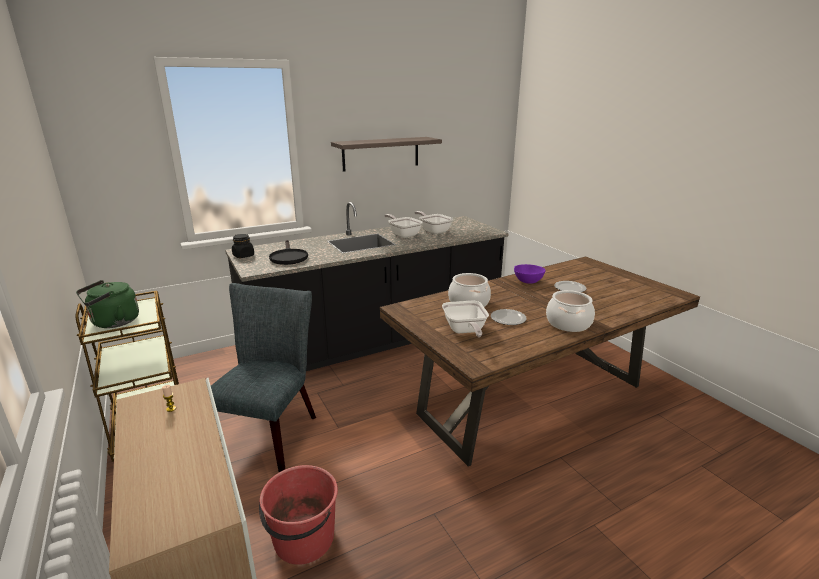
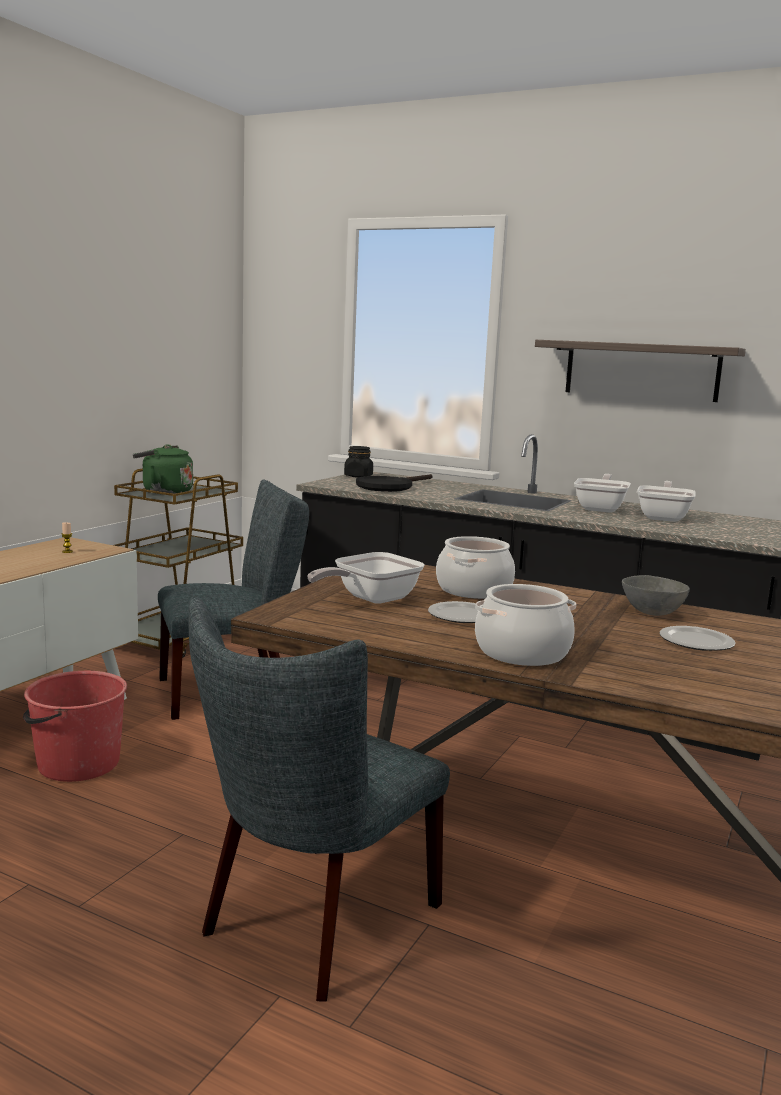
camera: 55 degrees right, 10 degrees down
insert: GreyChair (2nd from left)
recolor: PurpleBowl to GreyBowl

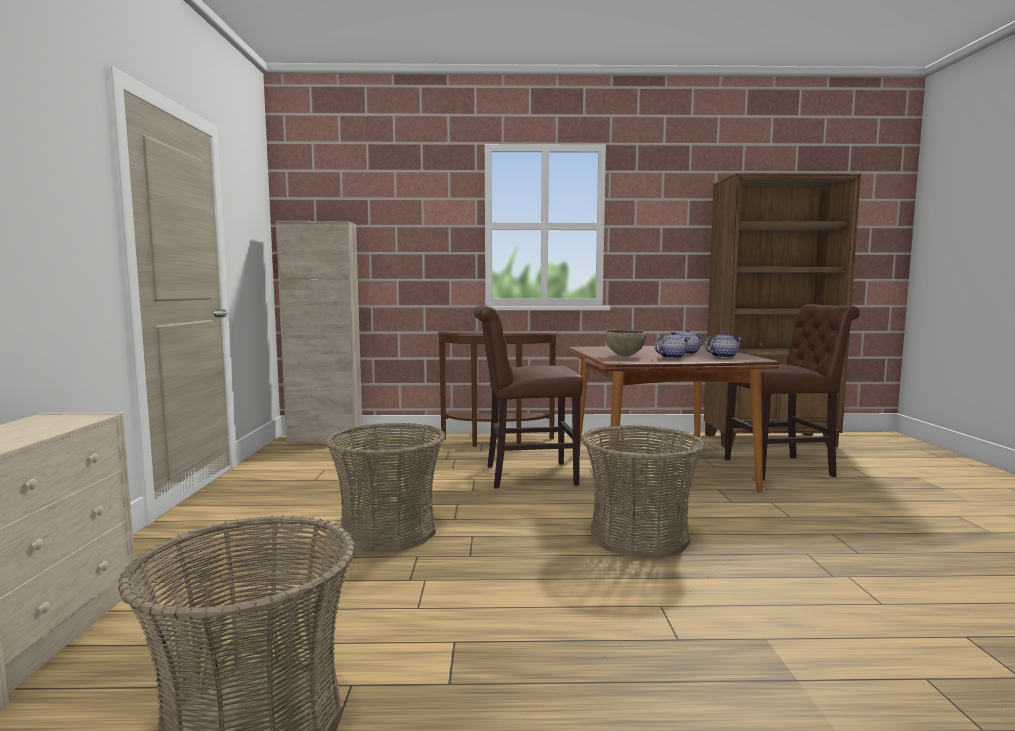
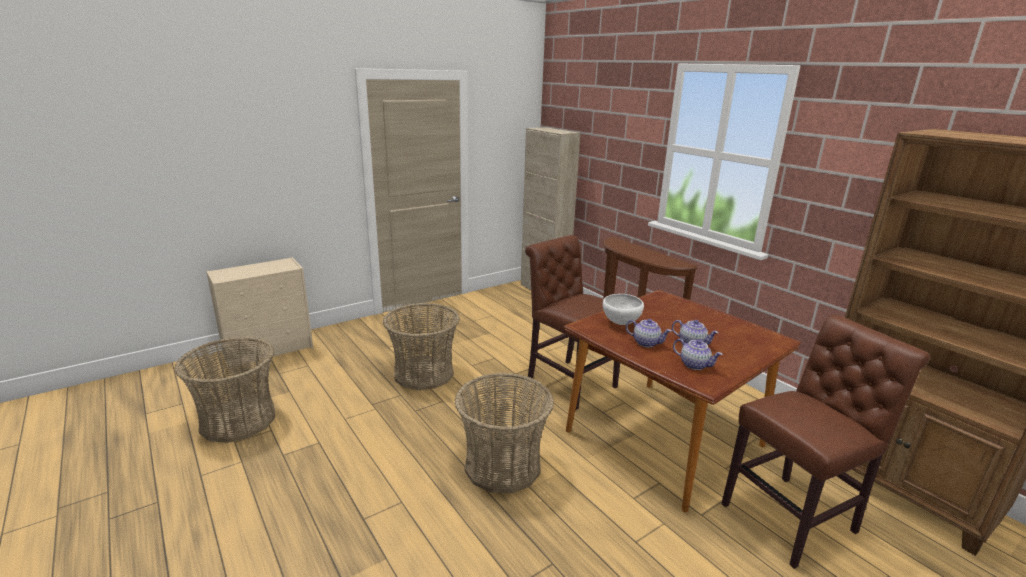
camera: 55 degrees right, 15 degrees up
recolor: BrownBowl to WhiteBowl
rotate: BrownChair (2nd from left) 75 degrees counterclockwise

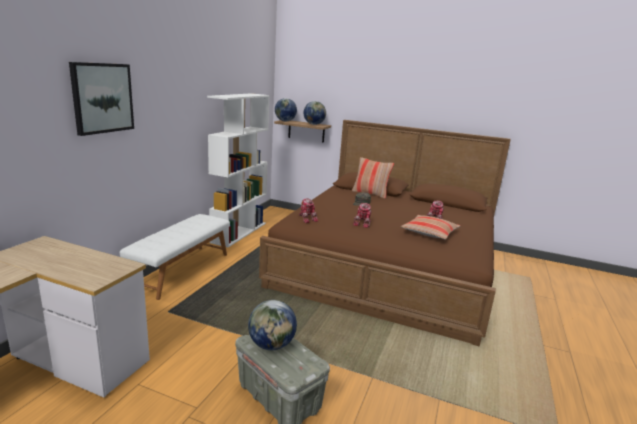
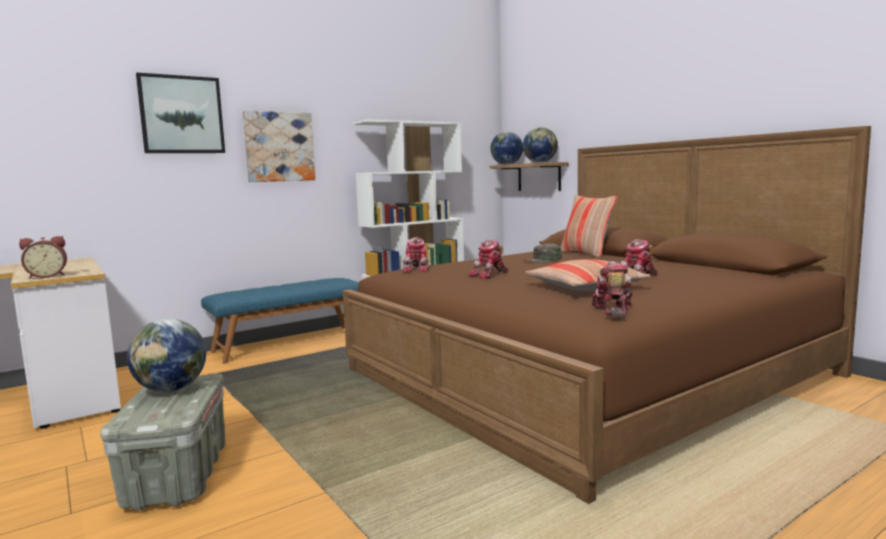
camera: 35 degrees right, 10 degrees down
insert: AlarmClock; Picture (2nd from left); ToyRobot (3rd from left)
recolor: WhiteBench to BlueBench

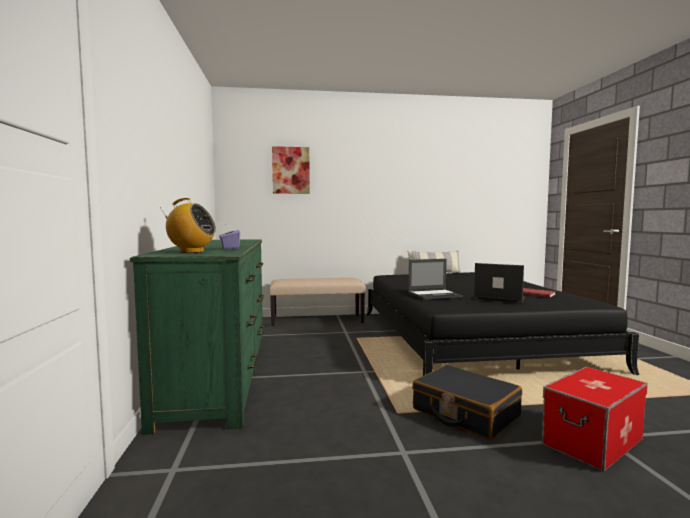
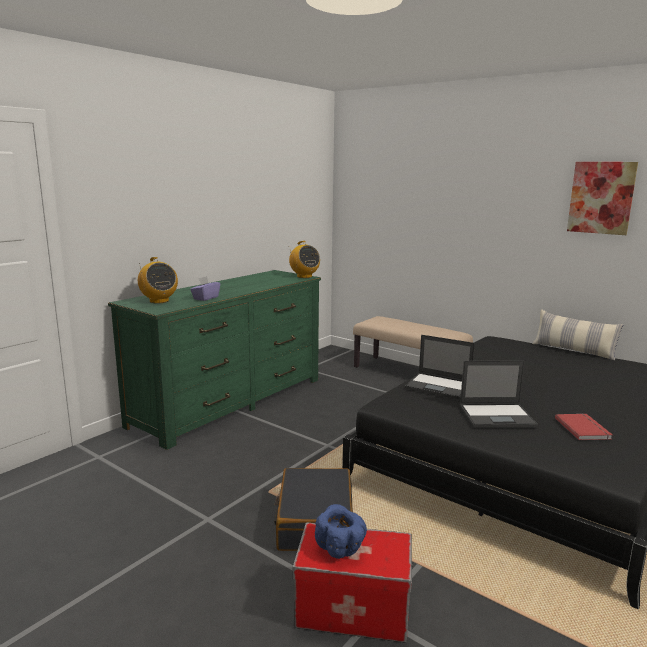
camera: 45 degrees right, 10 degrees up
insert: Radio (2nd from left); BlueBowl
move: Picture
rotate: Laptop (2nd from left) 105 degrees clockwise

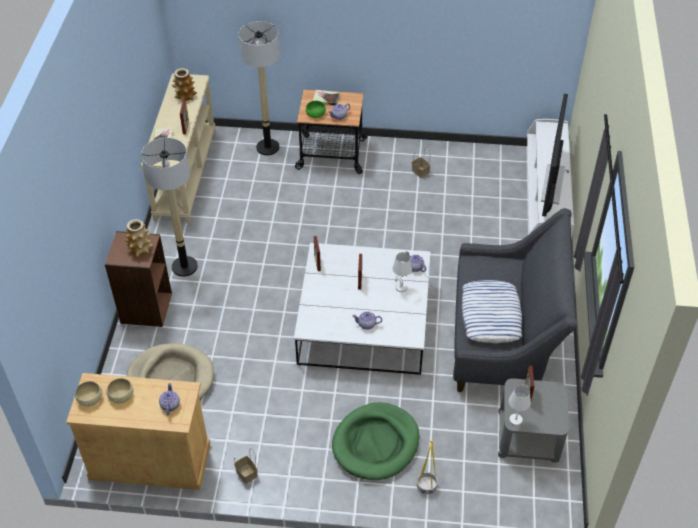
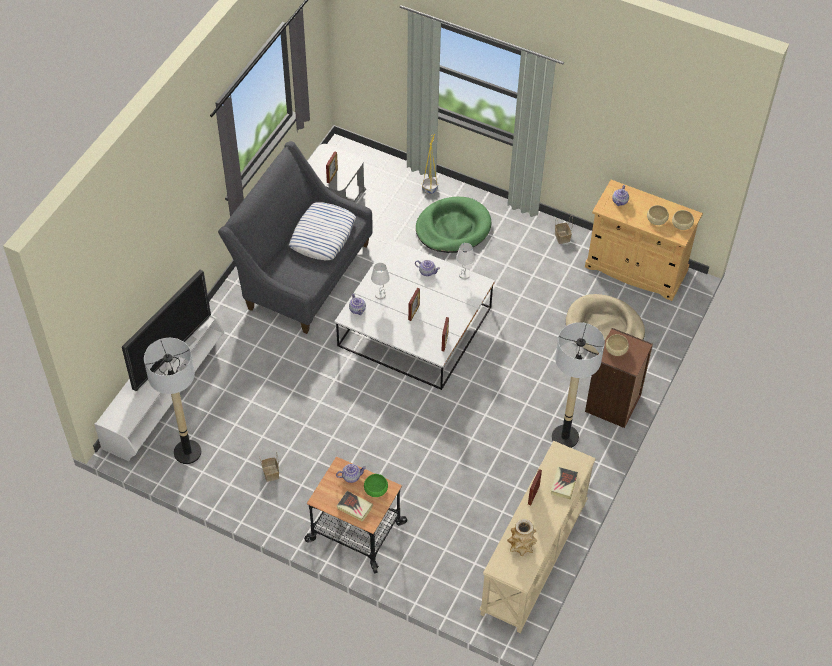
camera: 160 degrees left, 5 degrees up
move: FloorLamp (2nd from left in the first image) to FloorLamp (1st from left); WhiteTableLamp (2nd from left)
replace: Vase (1st from left) to BeigeBowl (1st from left)

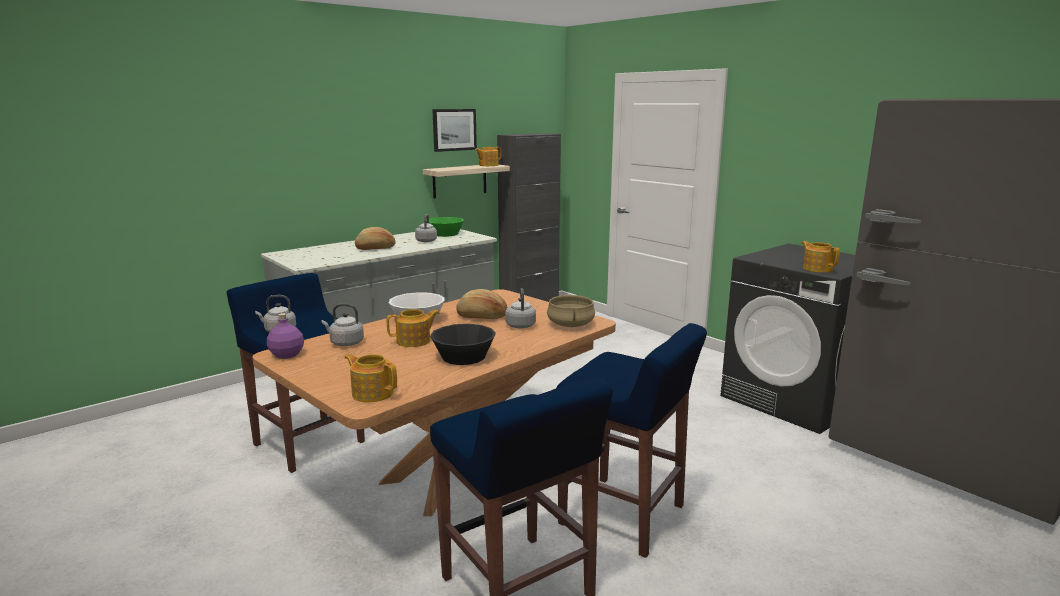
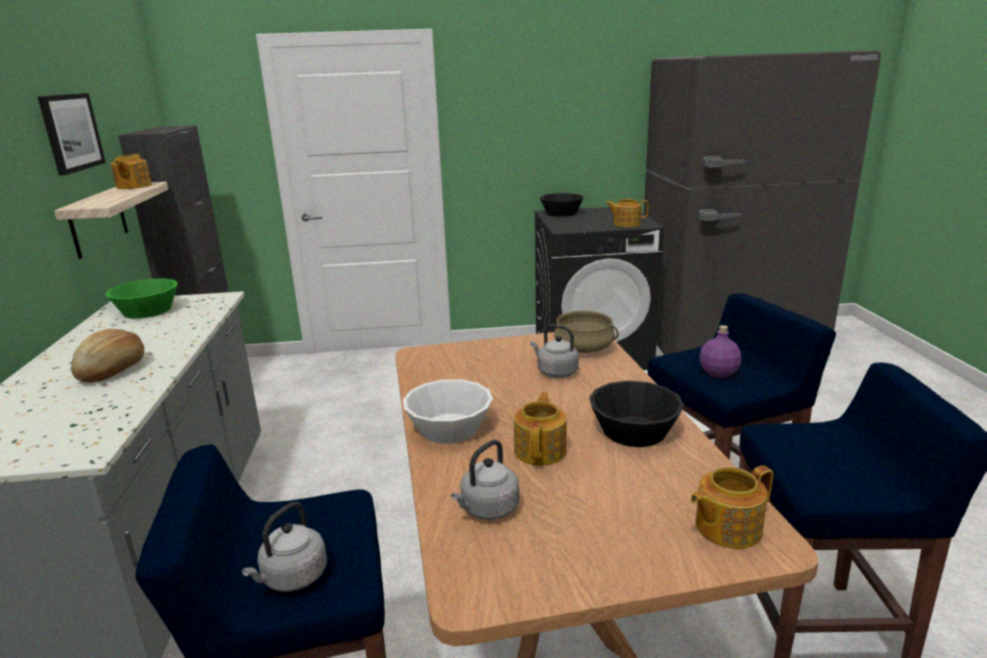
camera: 55 degrees left, 5 degrees up
delete: GreyKettle (3rd from left); Bread (2nd from left)
insert: BlackBowl (1st from left)
move: PurpleBottle

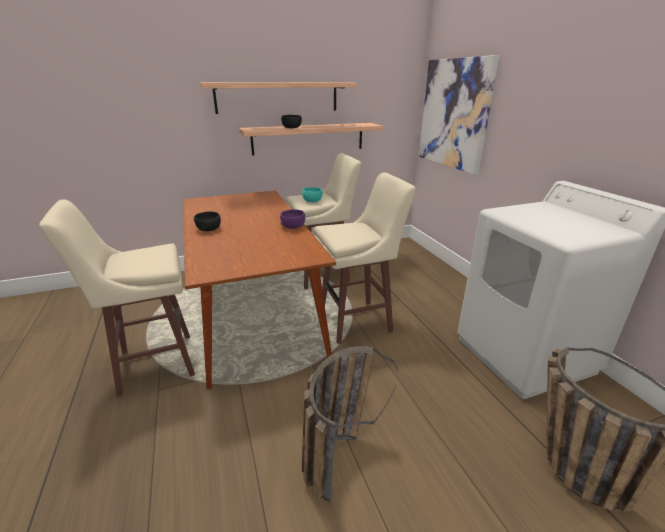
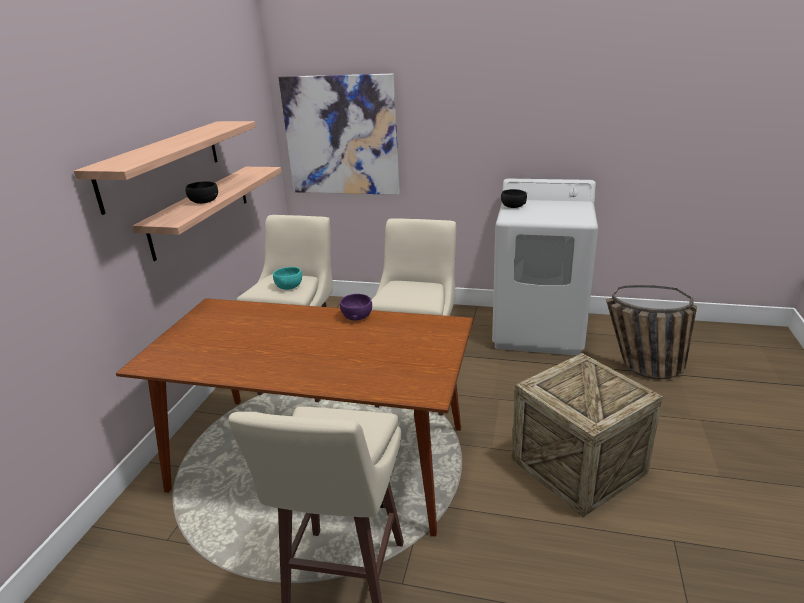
camera: 55 degrees left, 0 degrees up
move: BlackBowl (1st from left in the first image) to BlackBowl (2nd from left)
replace: Basket (1st from left) to Crate

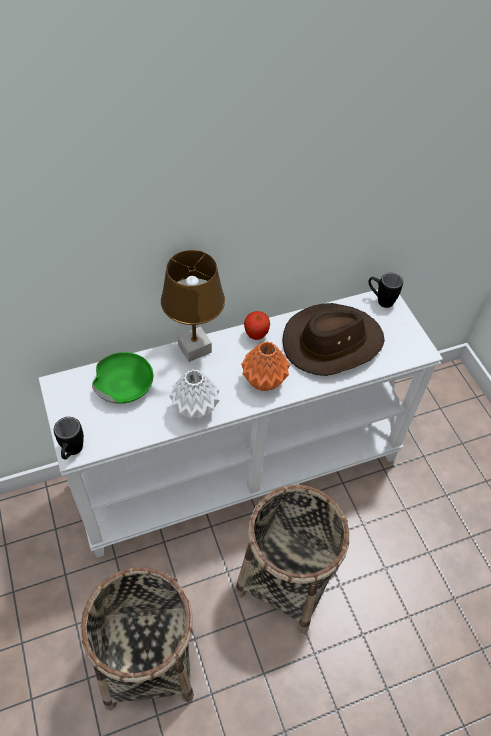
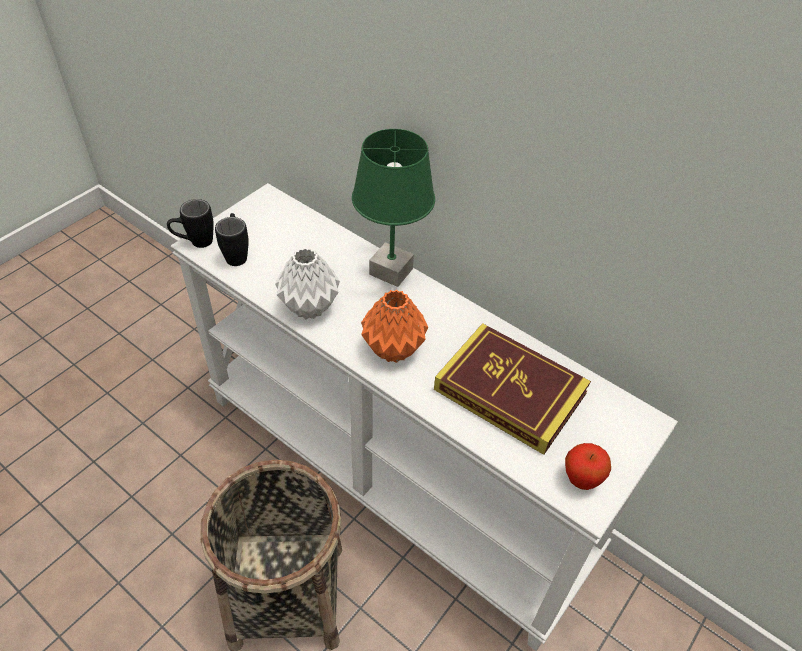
camera: 60 degrees right, 5 degrees down
delete: Basket (1st from left); GreenBowl
move: Apple; BlackMug (2nd from left)
replace: BrownHat to Book
recolor: BrownTableLamp to GreenTableLamp

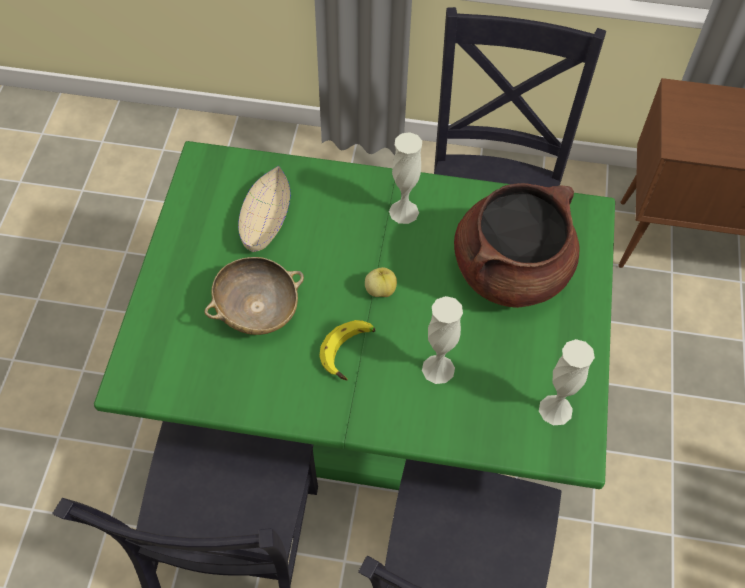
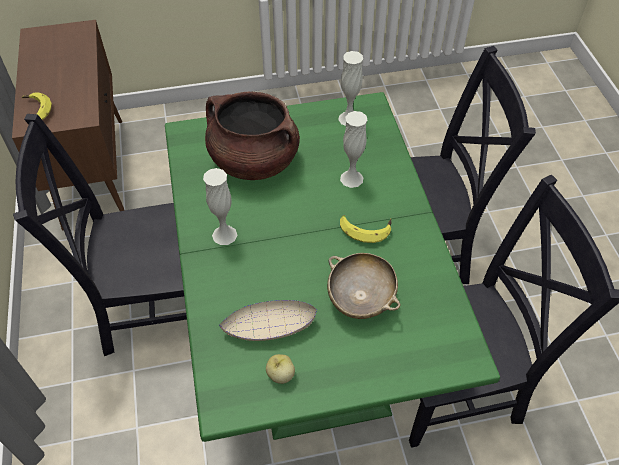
camera: 110 degrees left, 5 degrees down
insert: Banana (1st from left)
move: Apple

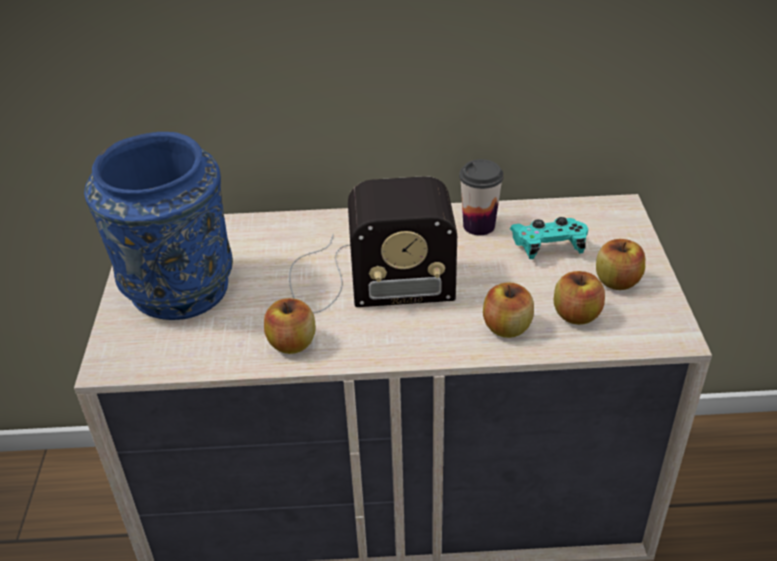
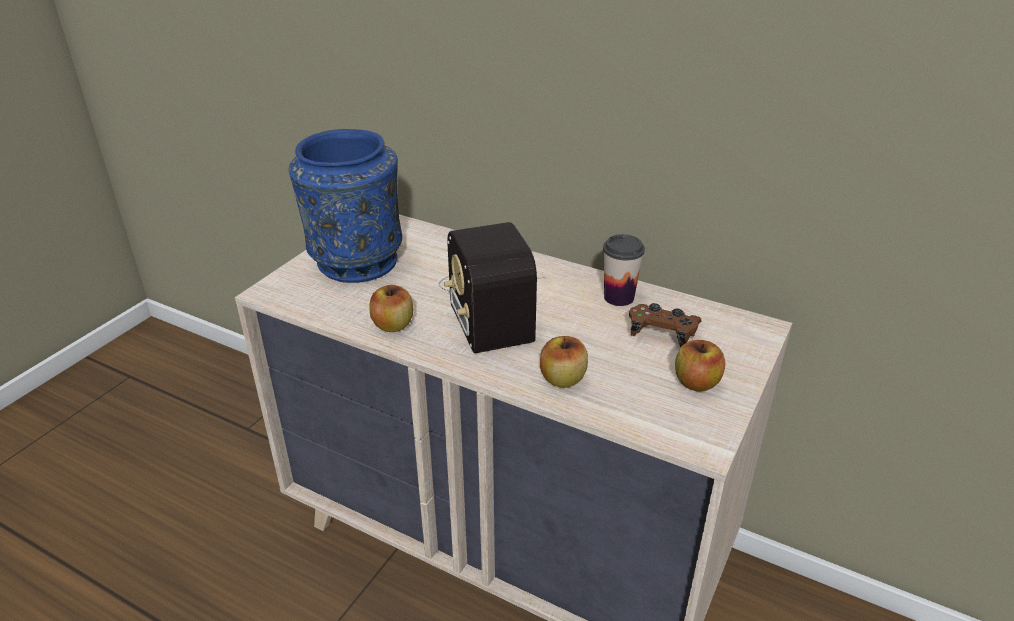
camera: 30 degrees right, 5 degrees down
delete: Apple (3rd from left)
recolor: TurquoiseGameController to BrownGameController
rotate: Radio 45 degrees clockwise

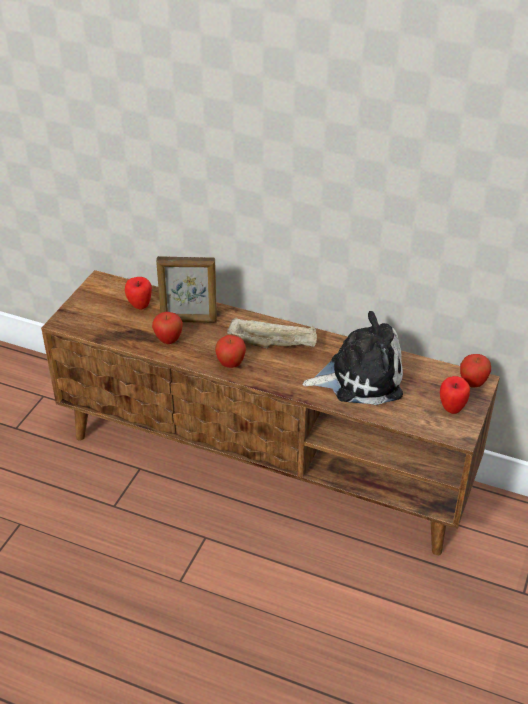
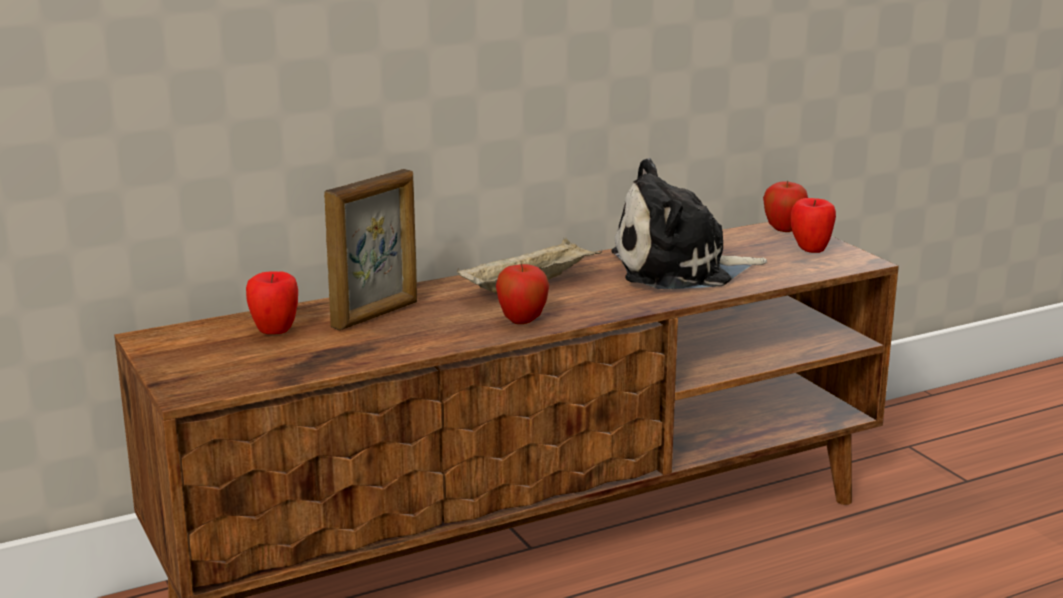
camera: 50 degrees left, 20 degrees down
delete: Apple (2nd from left)
rotate: PlushToy 135 degrees counterclockwise

